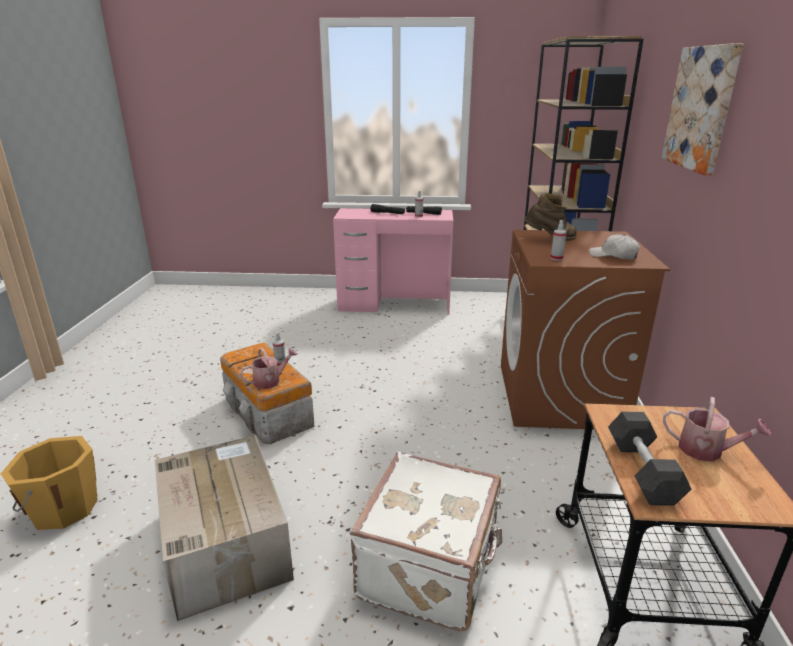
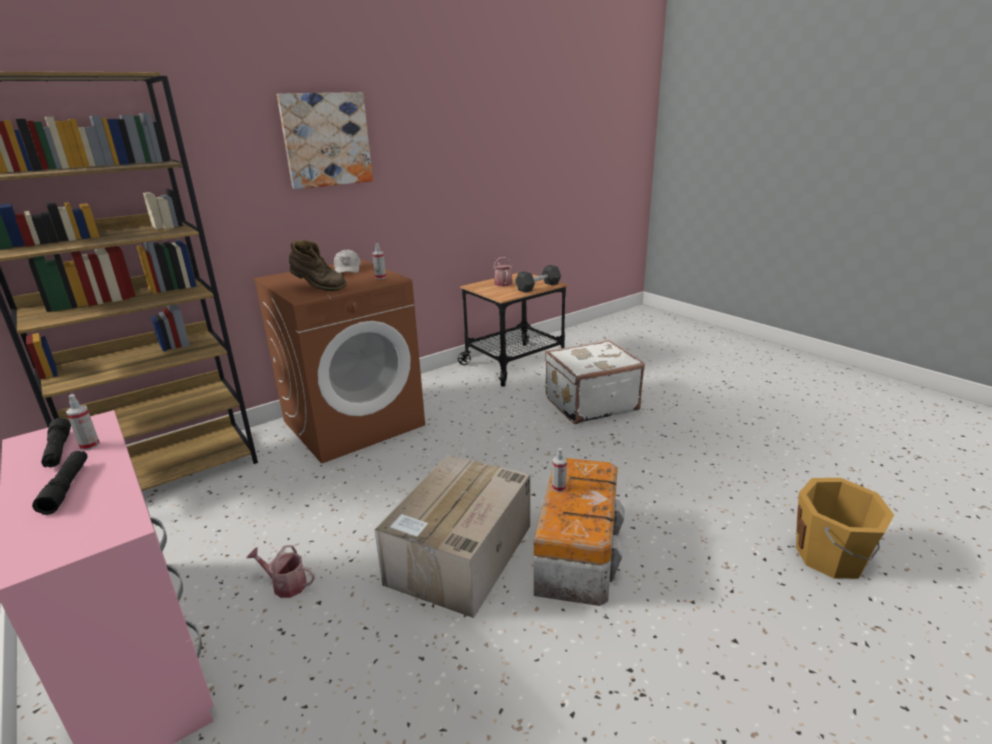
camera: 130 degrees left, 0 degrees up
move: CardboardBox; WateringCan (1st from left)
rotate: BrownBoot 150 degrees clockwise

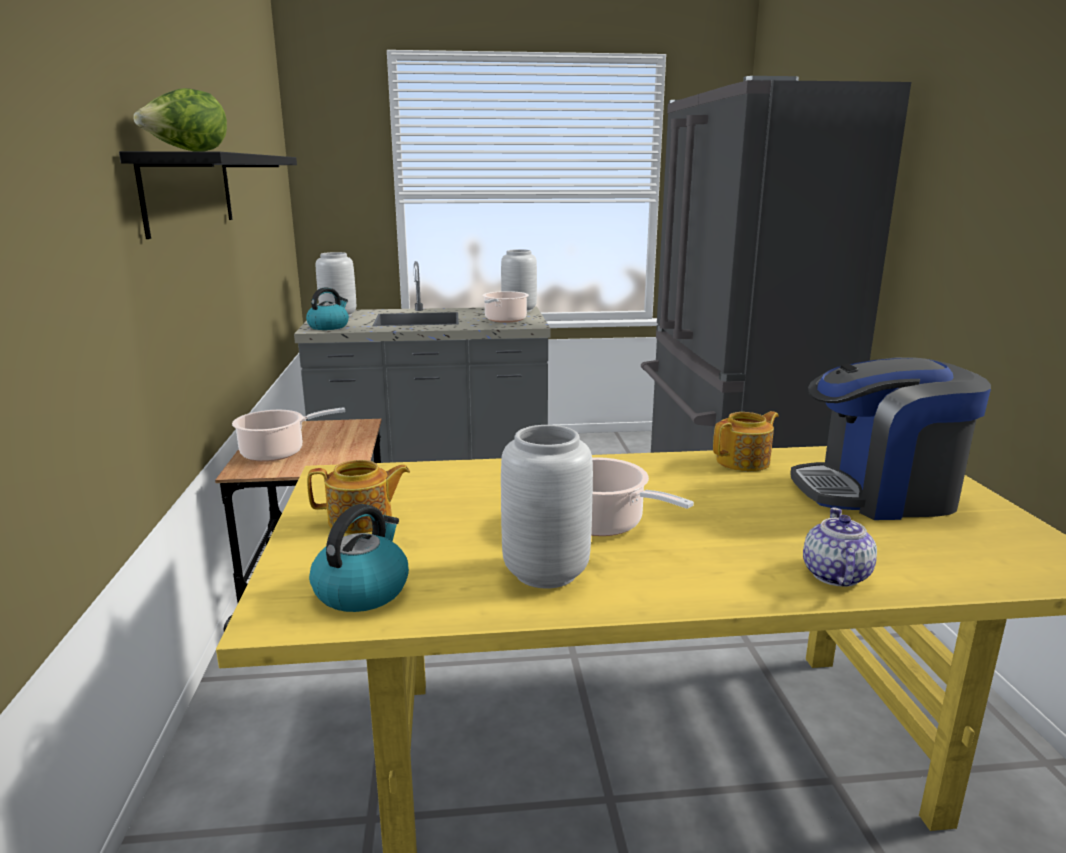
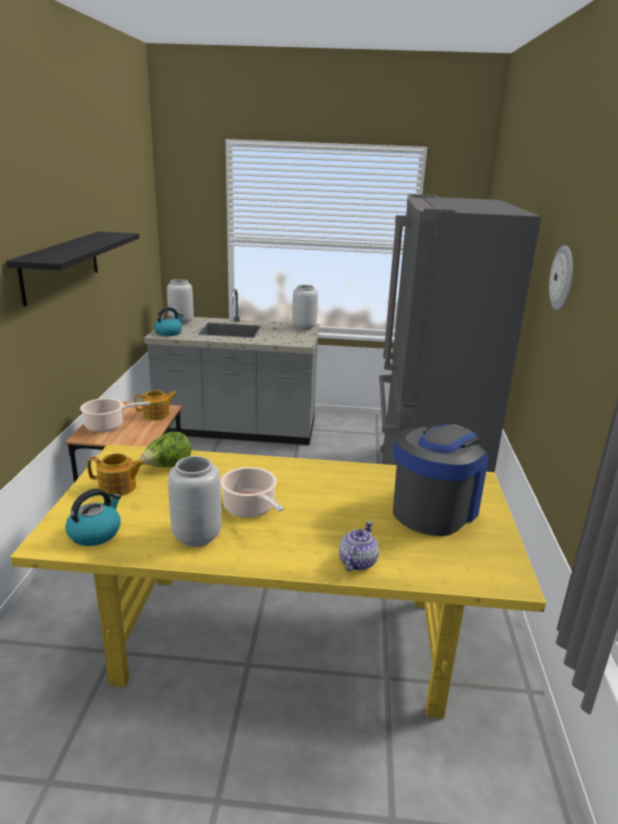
camera: 10 degrees right, 5 degrees up
delete: CookingPot (2nd from left)
insert: WallClock
move: Lettuce; Teapot (2nd from left)
rotate: CoffeeMachine 120 degrees clockwise

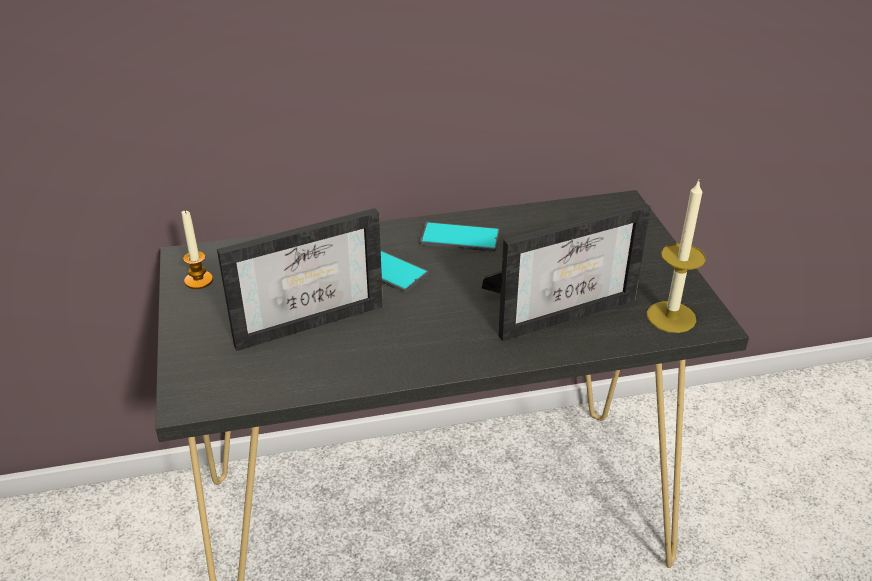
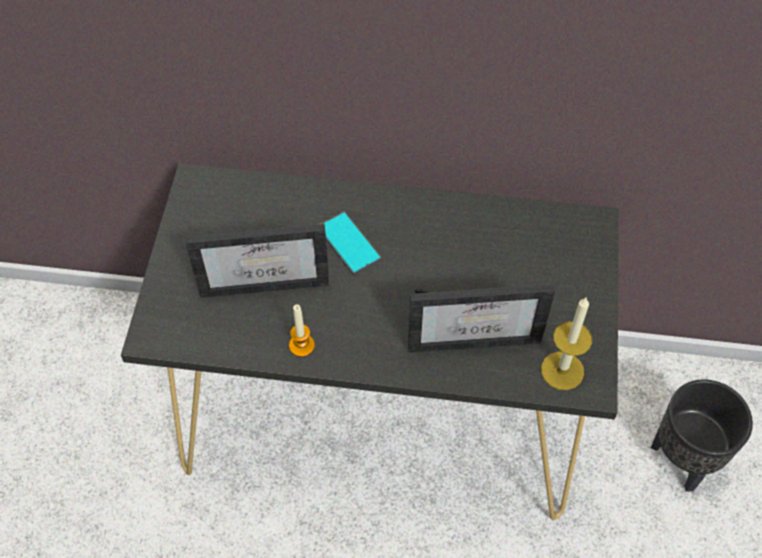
camera: 20 degrees right, 20 degrees up
delete: Phone (2nd from left)
insert: BlackPlanter
move: Candle (1st from left)

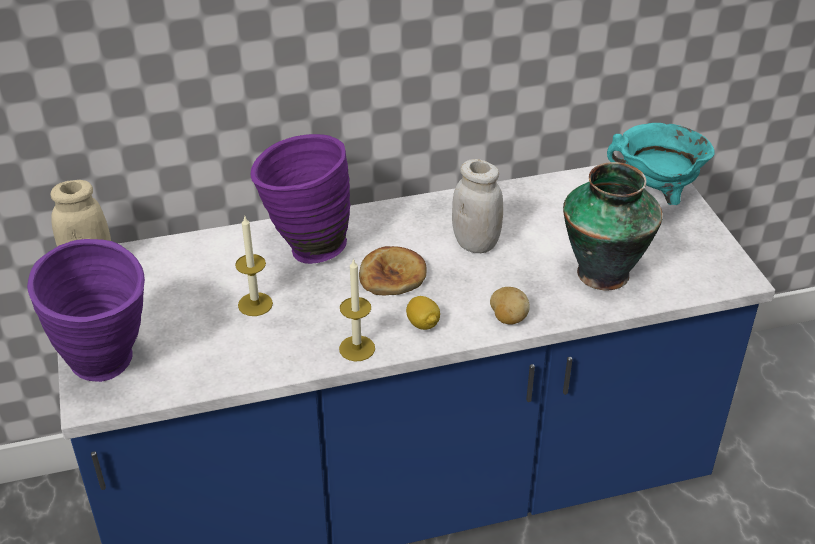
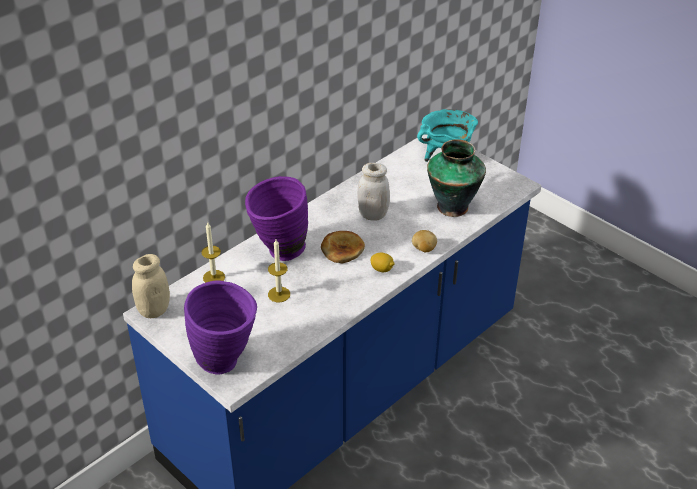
camera: 30 degrees left, 0 degrees up
move: Candle (2nd from left in the first image) to Candle (1st from left)

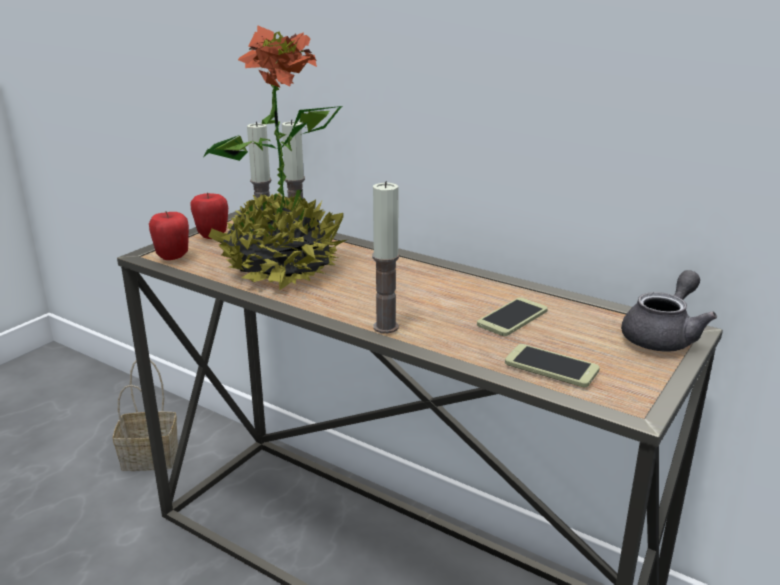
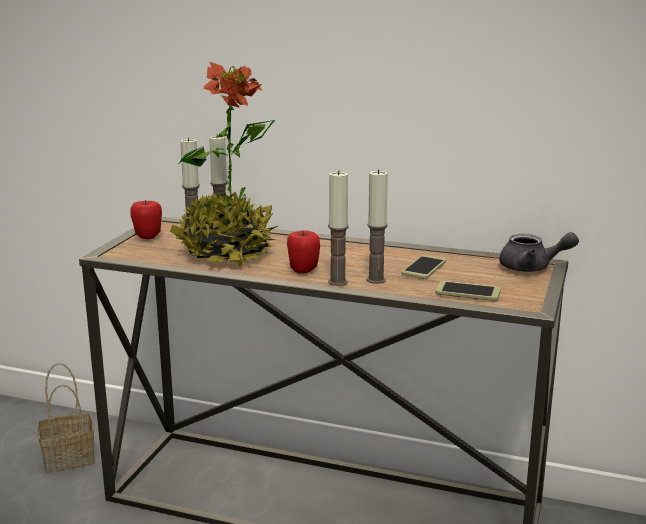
camera: 15 degrees left, 5 degrees down
insert: Candle (4th from left)
move: Apple (1st from left in the first image) to Apple (2nd from left)
rotate: GreyTeapot 75 degrees clockwise

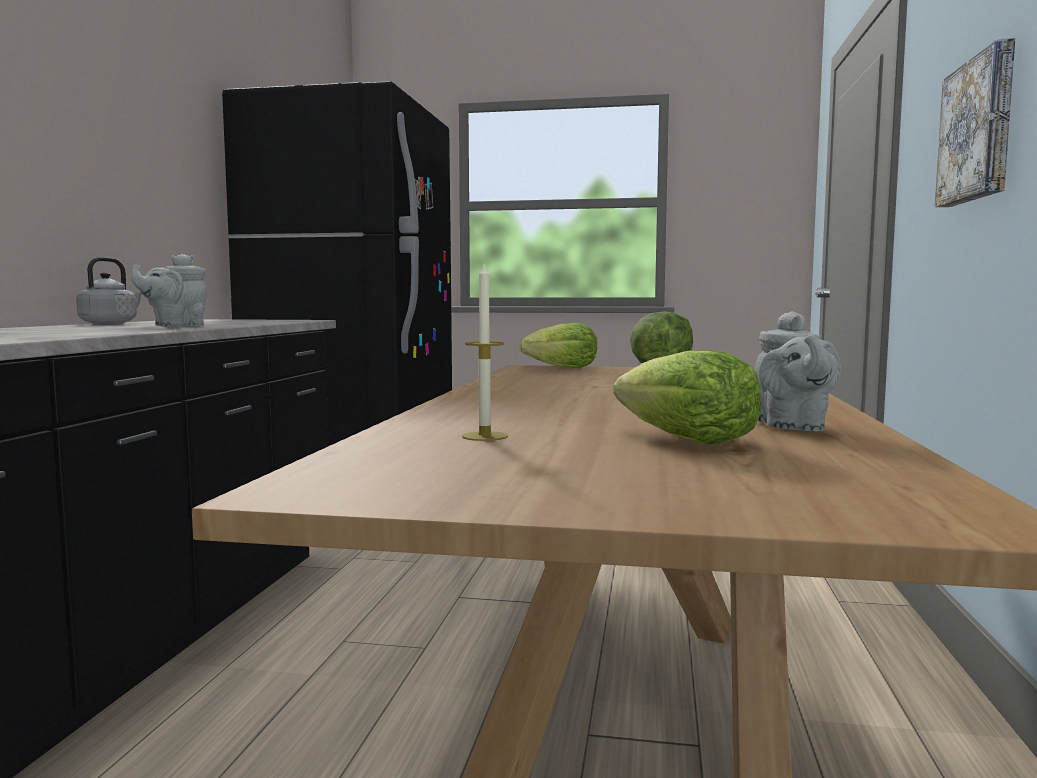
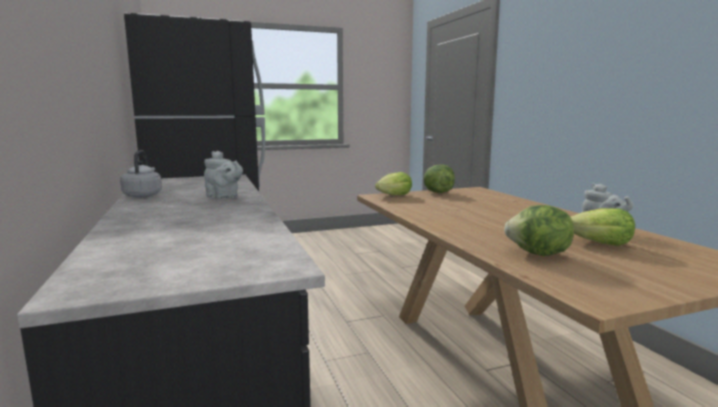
camera: 30 degrees left, 5 degrees up
delete: Picture
replace: Candle to Lettuce (3rd from left)
rotate: GreyTeapot (1st from left) 60 degrees counterclockwise

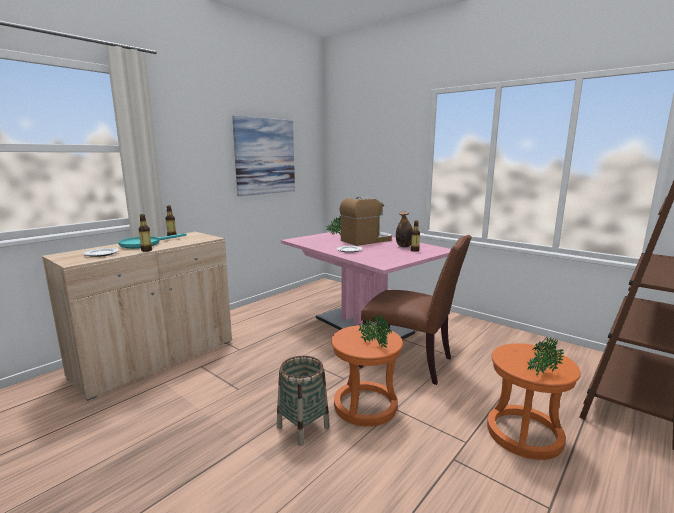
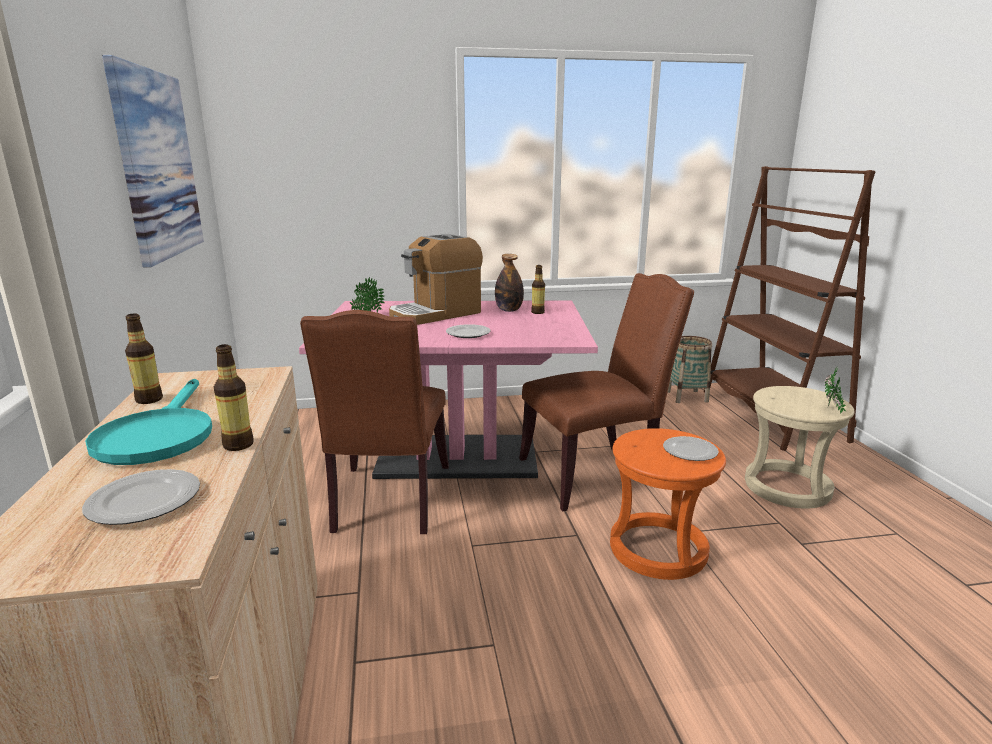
camera: 50 degrees left, 5 degrees up
insert: BrownChair (1st from left)
move: Basket
replace: PottedPlant (2nd from left) to Plate (3rd from left)
recolor: OrangeStool (2nd from left) to BeigeStool
rotate: CoffeeMachine 135 degrees counterclockwise

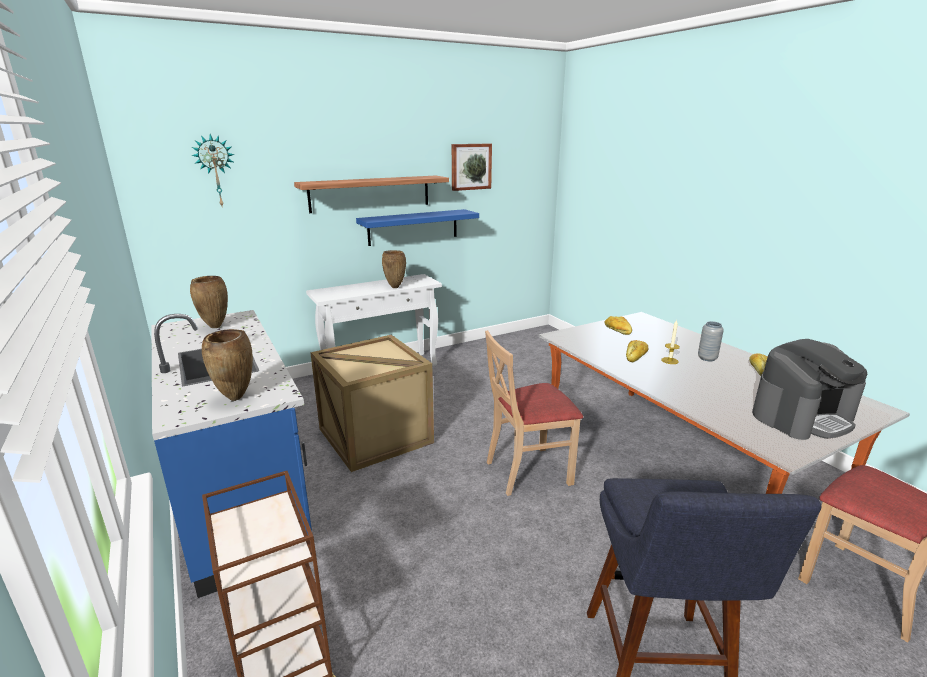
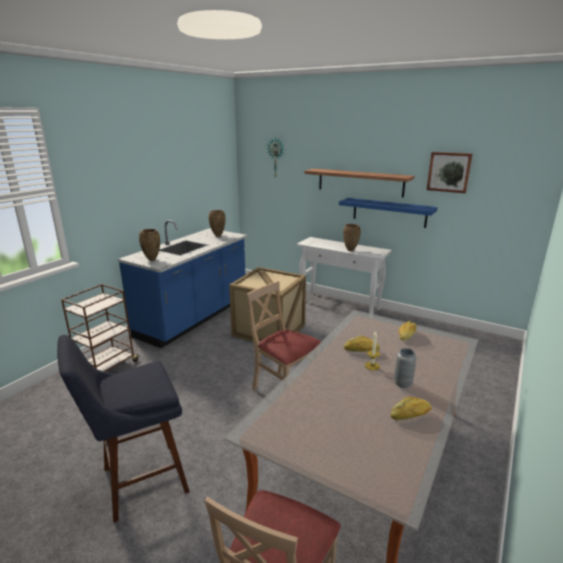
camera: 60 degrees right, 0 degrees up
delete: CoffeeMachine

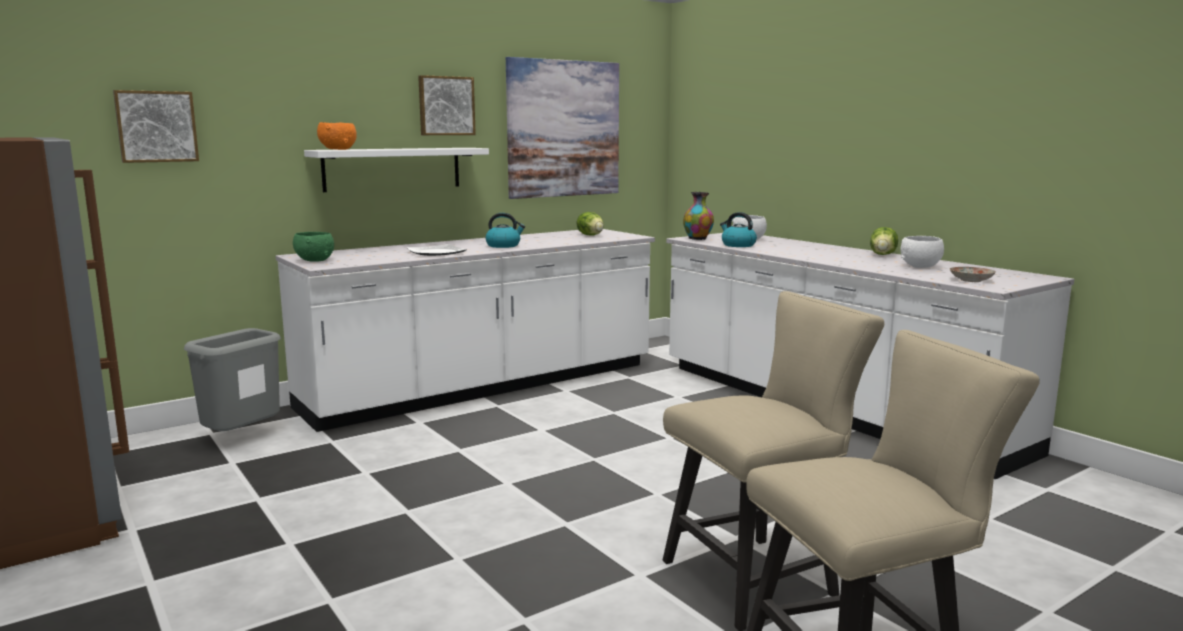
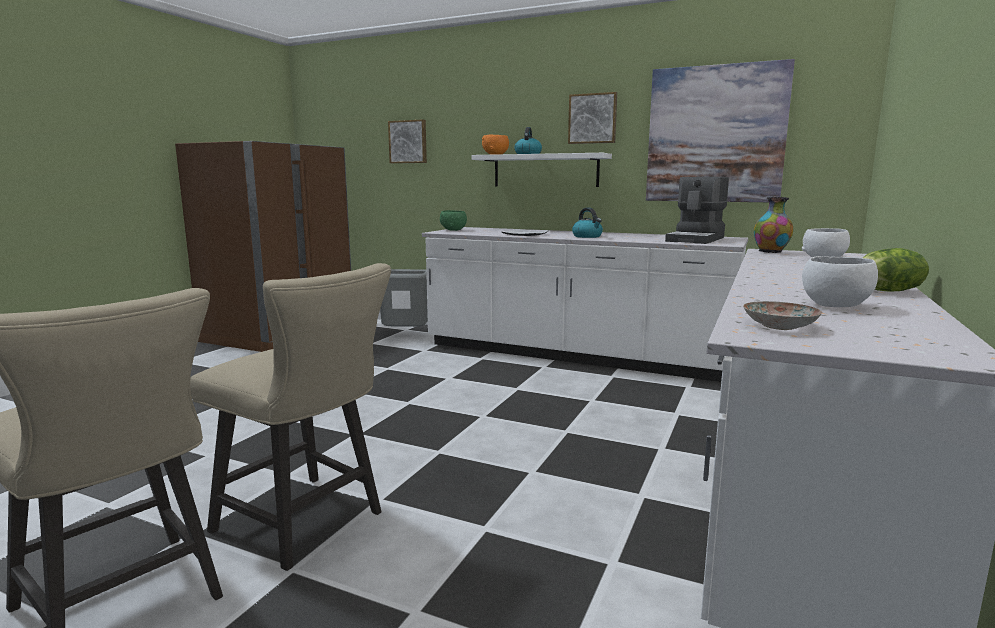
camera: 60 degrees right, 0 degrees up
move: Kettle (2nd from left in the first image) to Kettle (1st from left)
replace: Lettuce (1st from left) to CoffeeMachine

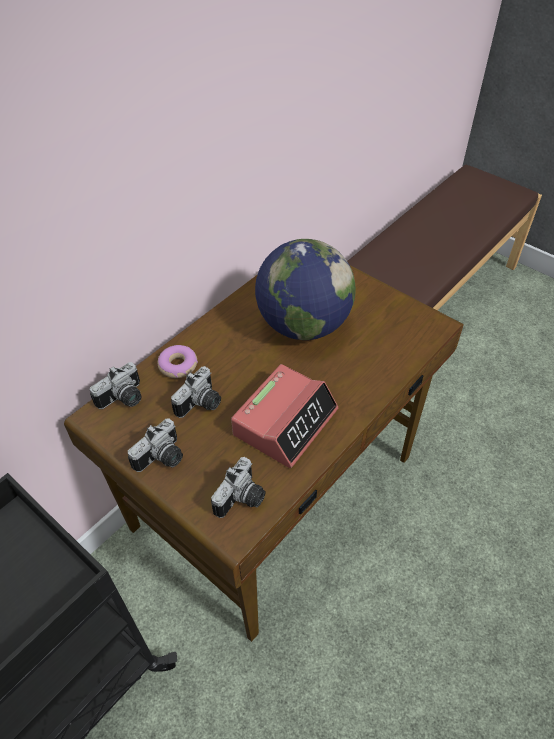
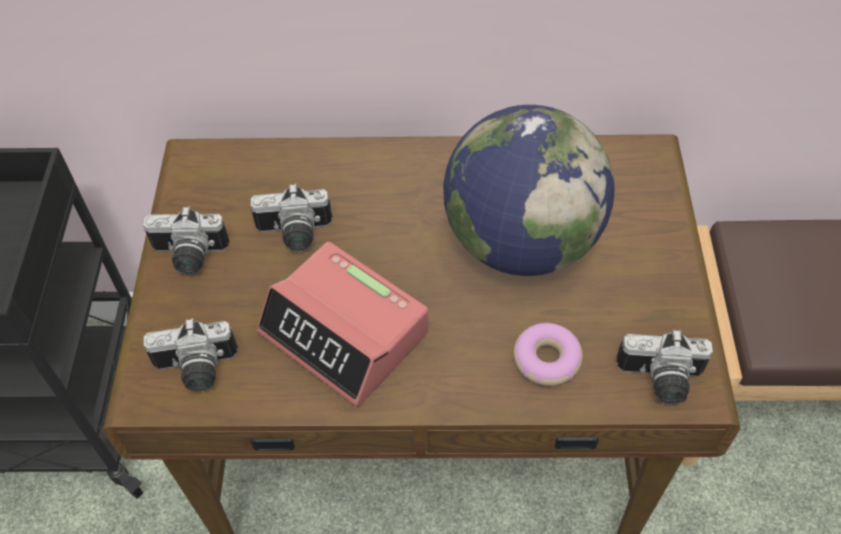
camera: 50 degrees right, 5 degrees up
move: PhotoCamera (1st from left in the first image) to PhotoCamera (4th from left); Donut
rotate: AlarmClock 45 degrees clockwise

